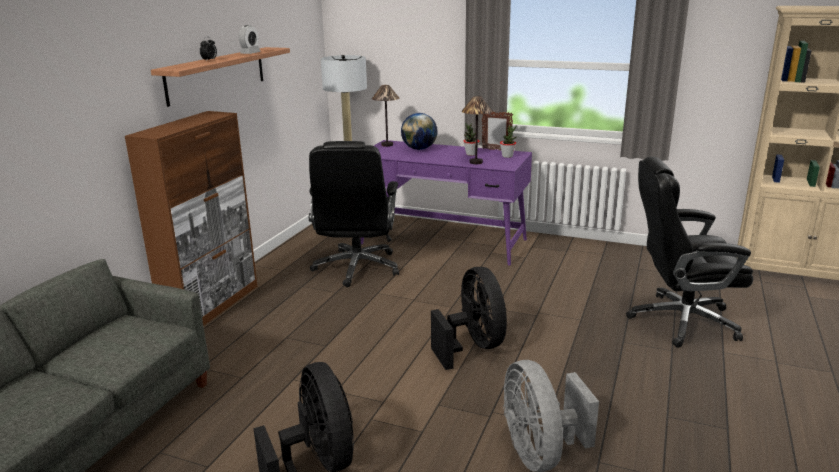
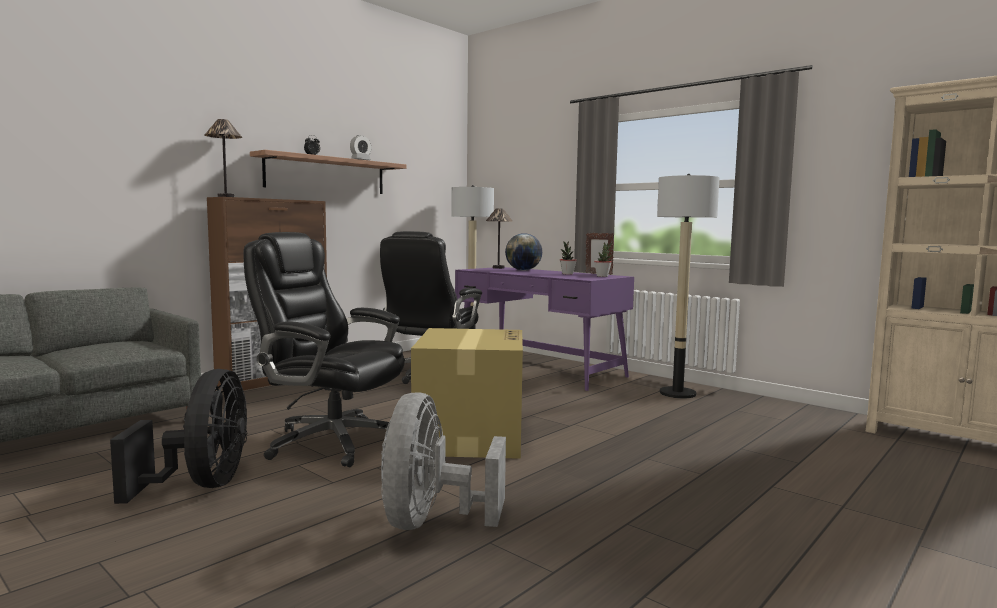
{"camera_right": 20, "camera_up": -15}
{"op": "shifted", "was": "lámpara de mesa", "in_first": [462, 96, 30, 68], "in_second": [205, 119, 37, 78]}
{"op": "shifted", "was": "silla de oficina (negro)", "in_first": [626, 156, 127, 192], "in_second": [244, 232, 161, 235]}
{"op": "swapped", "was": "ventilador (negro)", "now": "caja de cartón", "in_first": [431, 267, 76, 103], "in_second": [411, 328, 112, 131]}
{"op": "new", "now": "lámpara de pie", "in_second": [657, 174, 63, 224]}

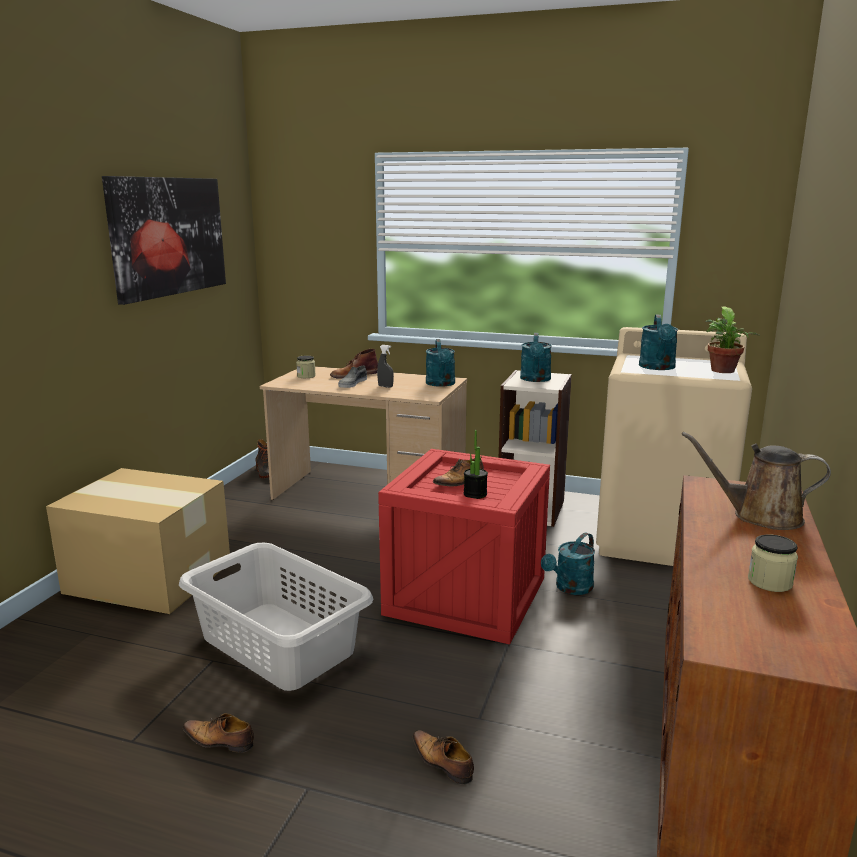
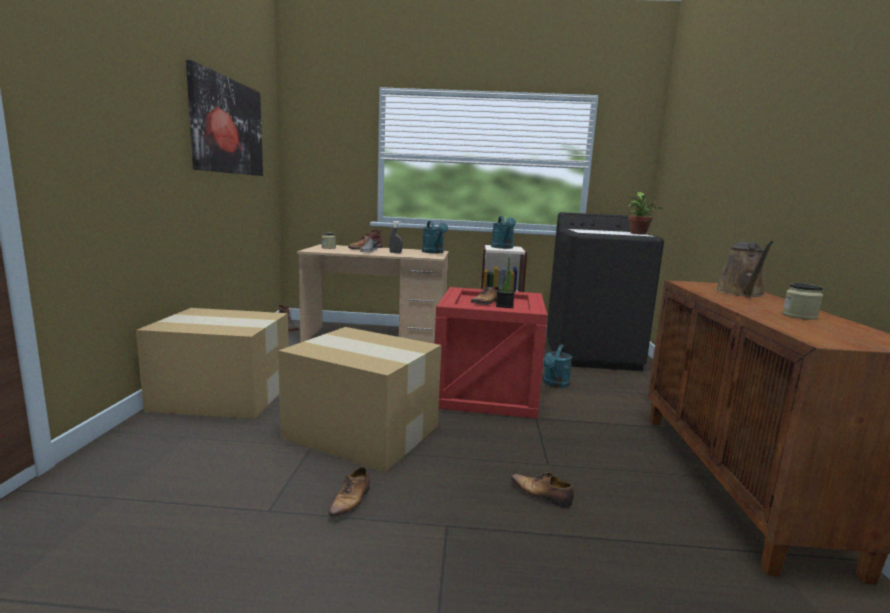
{"camera_right": -15, "camera_up": -5}
{"op": "swapped", "was": "cesto de la ropa (gris)", "now": "caja de cartón", "in_first": [179, 543, 194, 148], "in_second": [278, 327, 163, 146]}
{"op": "rotated", "was": "zapato", "in_first": [183, 713, 71, 40], "in_second": [328, 467, 42, 51], "clockwise": -75}
{"op": "repainted", "was": "lavadora (beis)", "now": "lavadora (negro)", "in_first": [596, 327, 156, 239], "in_second": [546, 212, 118, 159]}
{"op": "rotated", "was": "regadera (marrón)", "in_first": [682, 432, 149, 98], "in_second": [715, 241, 59, 56], "clockwise": -75}
{"op": "gone", "was": "regadera (turquesa)", "in_first": [639, 315, 39, 55]}

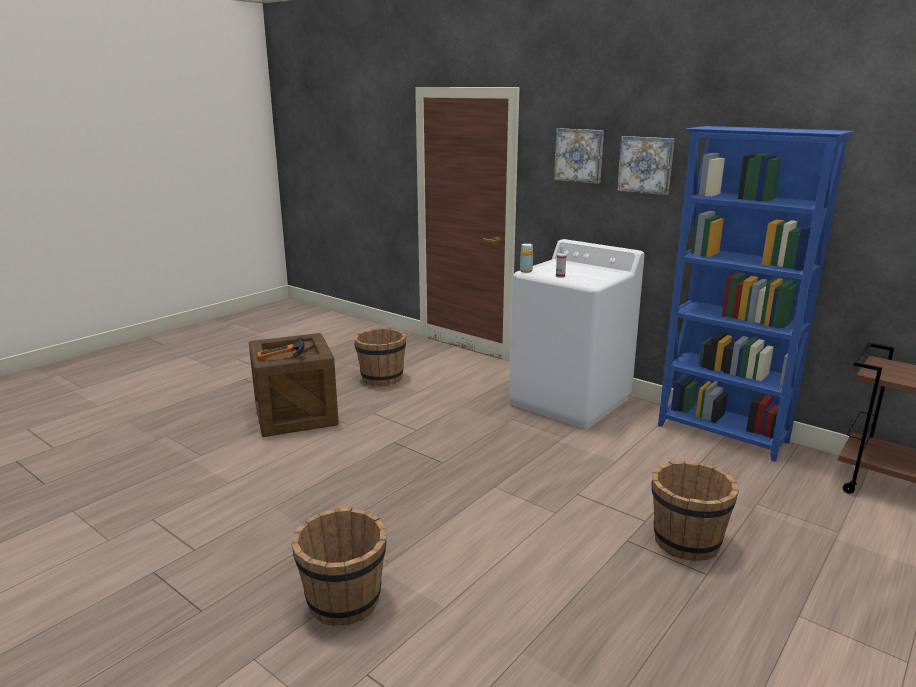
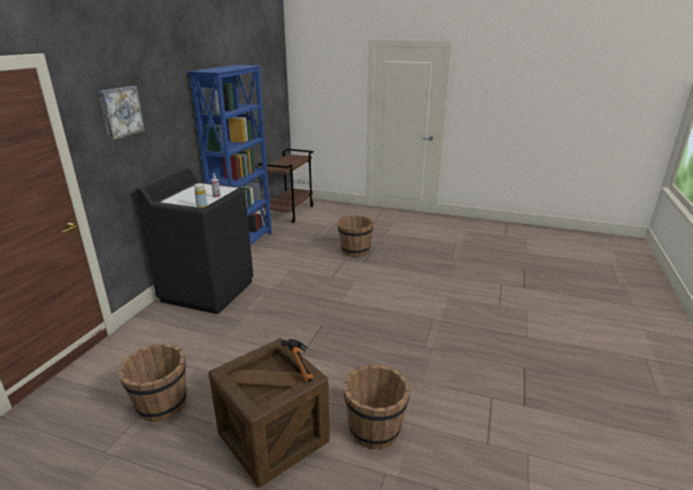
{"camera_right": -110, "camera_up": 5}
{"op": "repainted", "was": "lavadora (blanco)", "now": "lavadora (negro)", "in_first": [509, 239, 136, 190], "in_second": [135, 168, 118, 146]}
{"op": "shifted", "was": "cubo (marrón)", "in_first": [291, 507, 96, 119], "in_second": [344, 365, 67, 85]}
{"op": "gone", "was": "cuadro", "in_first": [617, 136, 58, 59]}

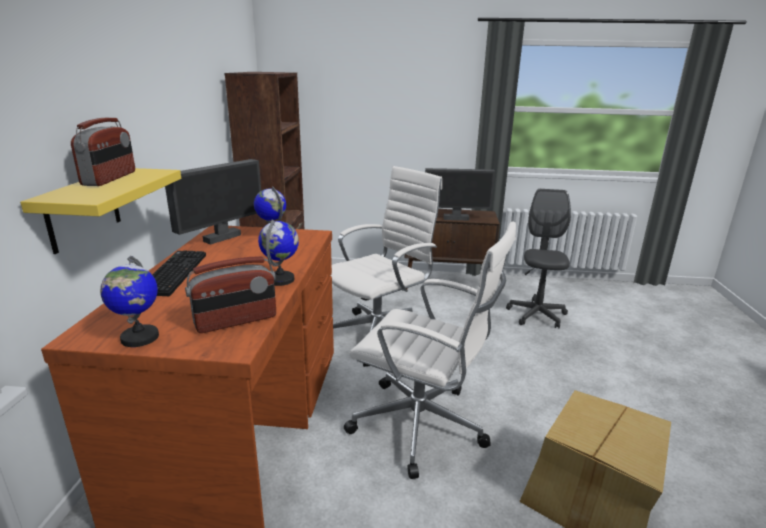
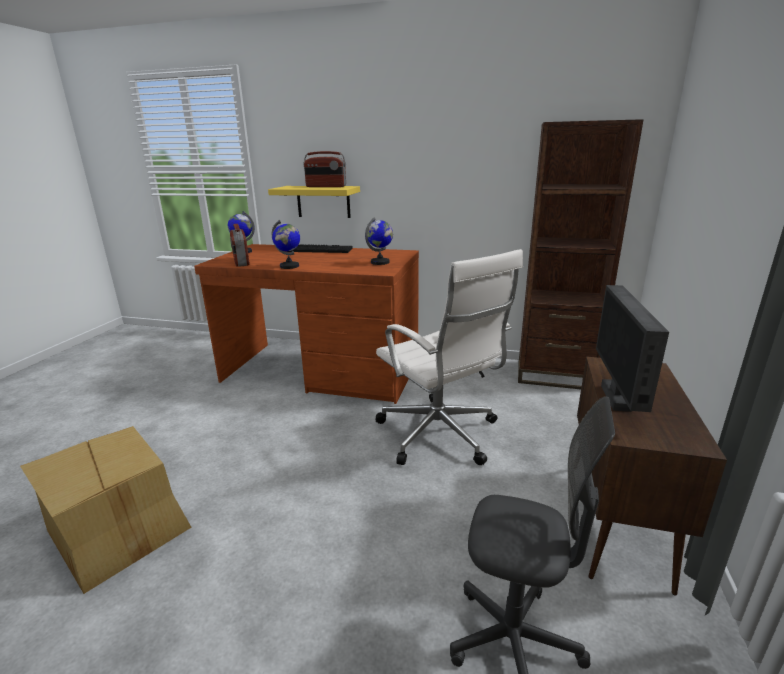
{"camera_right": 100, "camera_up": 0}
{"op": "gone", "was": "monitor", "in_first": [165, 159, 96, 86]}
{"op": "gone", "was": "silla de oficina (blanco)", "in_first": [344, 221, 172, 258]}

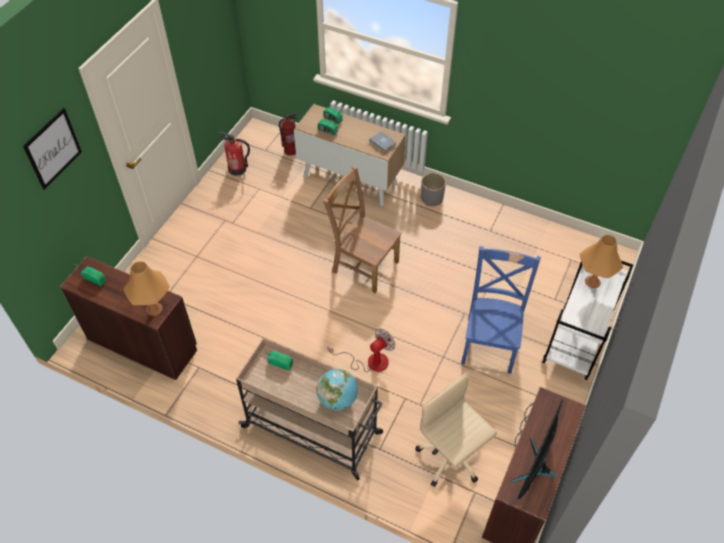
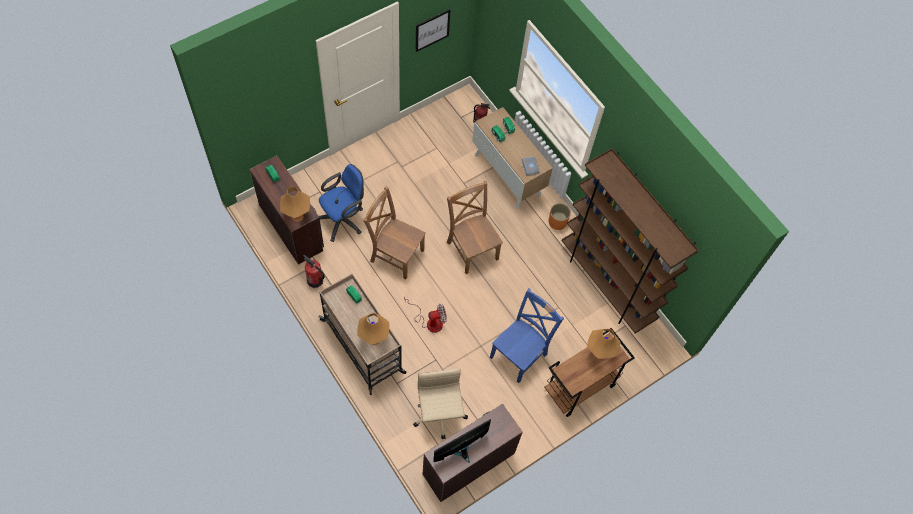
{"camera_right": 25, "camera_up": 10}
{"op": "shifted", "was": "extintor", "in_first": [220, 132, 30, 44], "in_second": [303, 255, 22, 33]}
{"op": "new", "now": "silla de oficina (azul)", "in_second": [319, 164, 45, 78]}
{"op": "swapped", "was": "globo terráqueo", "now": "lámpara de mesa (naranja)", "in_first": [316, 369, 42, 42], "in_second": [357, 313, 32, 32]}
{"op": "new", "now": "silla (marrón)", "in_second": [363, 186, 63, 93]}
{"op": "shifted", "was": "cuadro", "in_first": [23, 108, 59, 82], "in_second": [416, 9, 34, 43]}
{"op": "repainted", "was": "carrito (blanco)", "now": "carrito (marrón)", "in_first": [543, 261, 90, 119], "in_second": [544, 328, 91, 89]}
{"op": "repainted", "was": "maceta (gris)", "now": "maceta (naranja)", "in_first": [421, 173, 25, 33], "in_second": [549, 203, 22, 27]}
{"op": "new", "now": "estantería (marrón)", "in_second": [562, 148, 137, 186]}

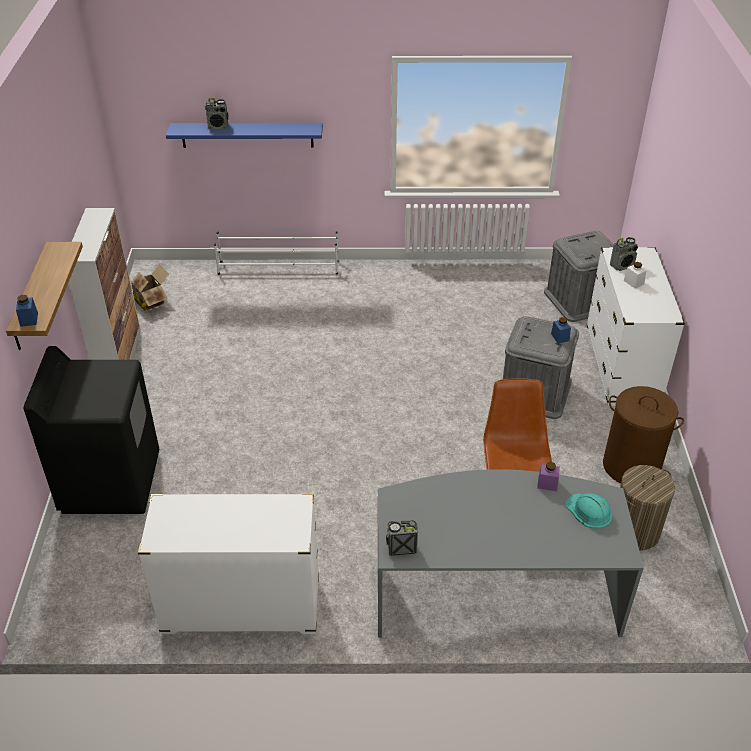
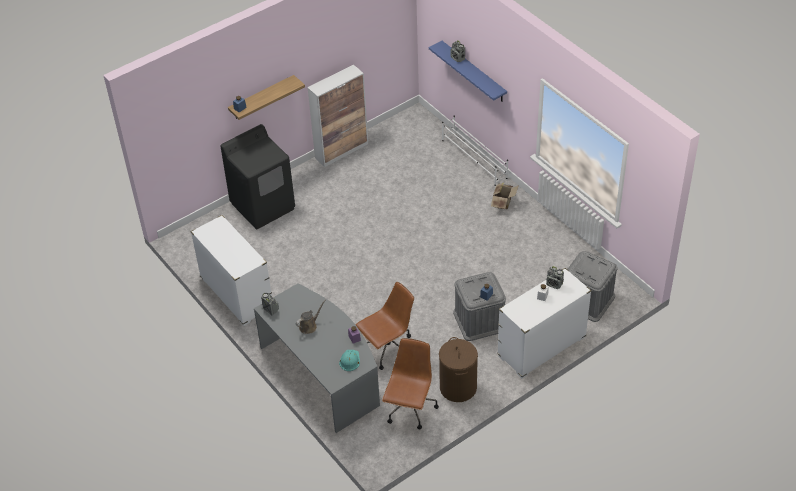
{"camera_right": 55, "camera_up": 5}
{"op": "new", "now": "regadera (marrón)", "in_second": [296, 299, 30, 35]}
{"op": "swapped", "was": "cesto de la ropa", "now": "silla de oficina (marrón)", "in_first": [620, 465, 55, 85], "in_second": [382, 338, 57, 92]}
{"op": "shifted", "was": "caja de cartón", "in_first": [131, 264, 38, 47], "in_second": [491, 182, 28, 28]}

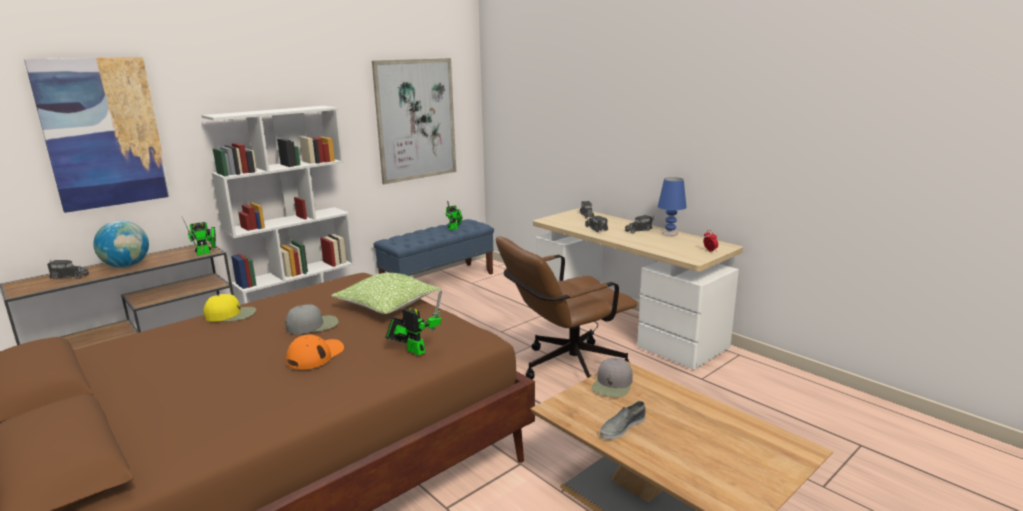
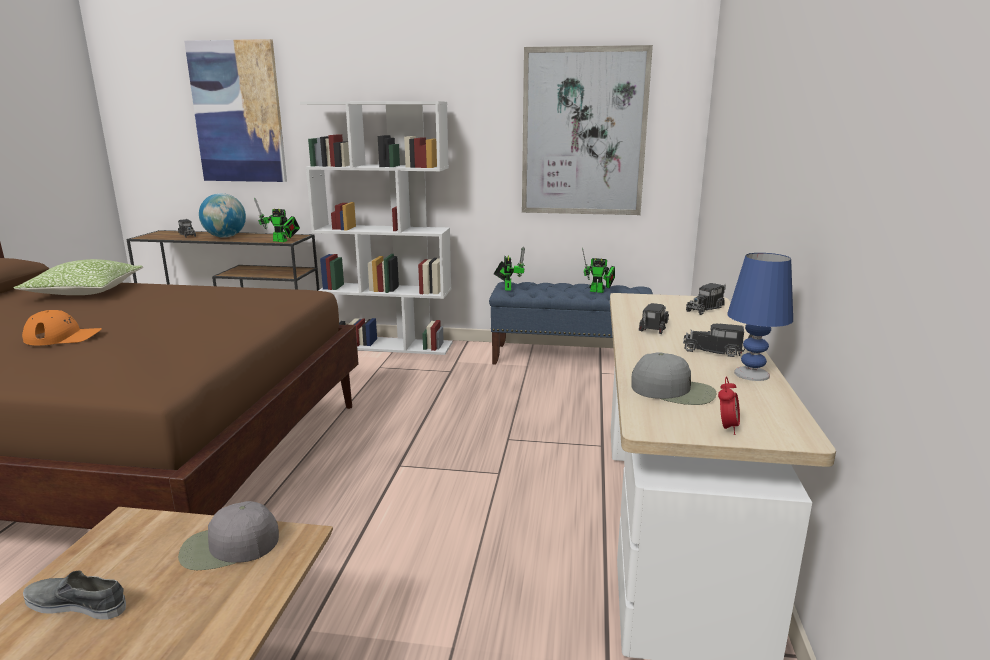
{"camera_right": 50, "camera_up": 0}
{"op": "shifted", "was": "cojín", "in_first": [331, 273, 110, 41], "in_second": [13, 259, 130, 36]}
{"op": "shifted", "was": "robot de juguete", "in_first": [385, 290, 57, 65], "in_second": [494, 246, 31, 44]}
{"op": "shifted", "was": "gorra (gris)", "in_first": [285, 304, 54, 31], "in_second": [631, 353, 85, 52]}
{"op": "gone", "was": "gorra (amarillo)", "in_first": [203, 294, 53, 28]}
{"op": "gone", "was": "silla de oficina (marrón)", "in_first": [496, 236, 141, 143]}

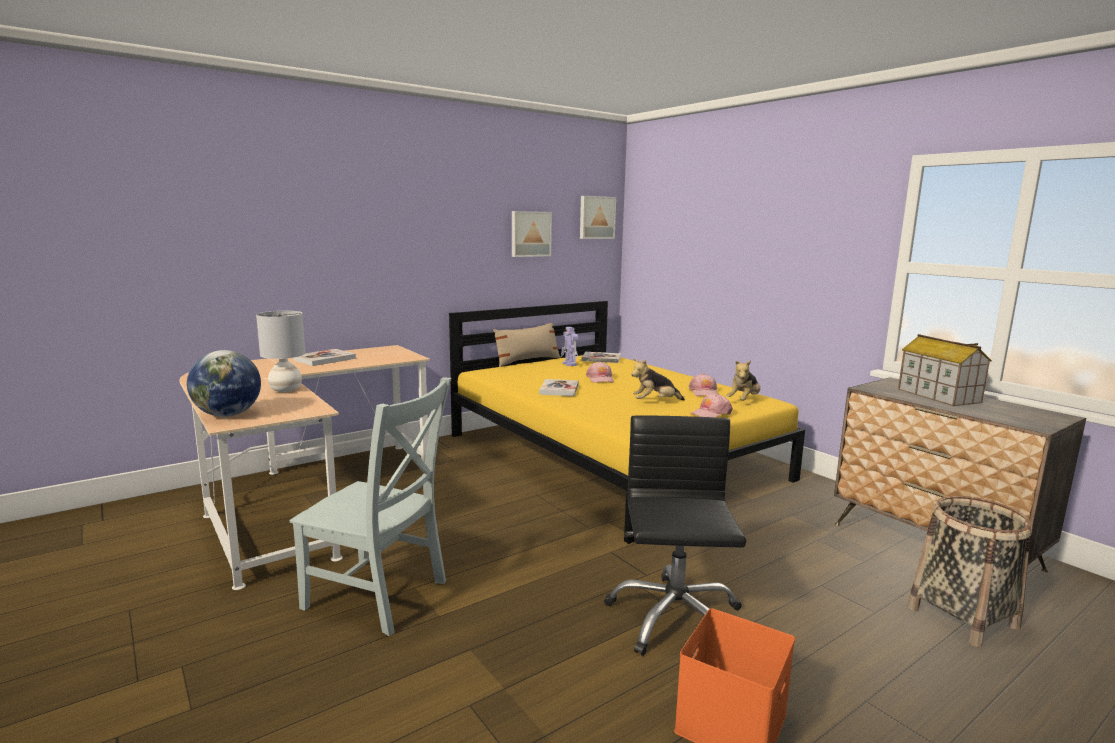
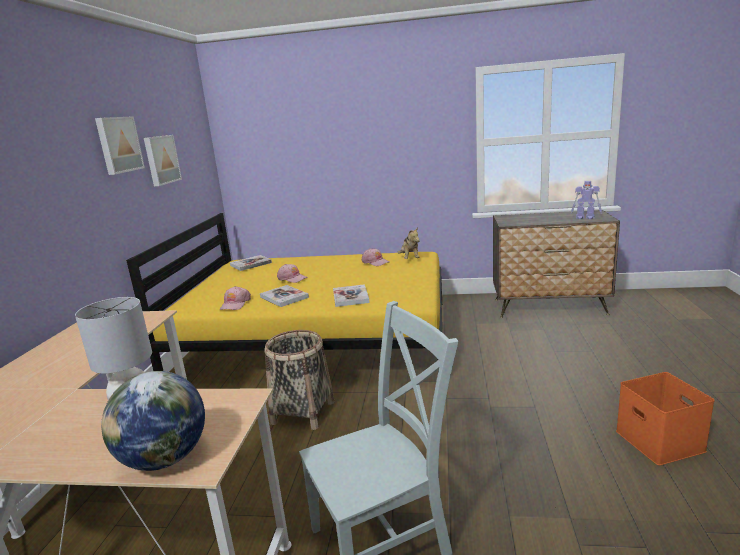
{"camera_right": -45, "camera_up": 5}
{"op": "shifted", "was": "cuadro", "in_first": [580, 196, 36, 43], "in_second": [95, 116, 50, 59]}
{"op": "shifted", "was": "gorra (rosa)", "in_first": [691, 393, 41, 24], "in_second": [220, 286, 31, 24]}
{"op": "shifted", "was": "cesta", "in_first": [908, 496, 124, 151], "in_second": [265, 330, 70, 100]}
{"op": "shifted", "was": "libro", "in_first": [293, 349, 63, 17], "in_second": [333, 284, 37, 23]}
{"op": "shifted", "was": "robot de juguete", "in_first": [561, 327, 17, 39], "in_second": [571, 181, 31, 38]}
{"op": "gone", "was": "cojín (beis)", "in_first": [493, 322, 68, 45]}
{"op": "gone", "was": "silla de oficina (negro)", "in_first": [604, 416, 142, 240]}
{"op": "gone", "was": "peluche", "in_first": [631, 359, 54, 41]}
{"op": "gone", "was": "casita", "in_first": [898, 334, 94, 72]}

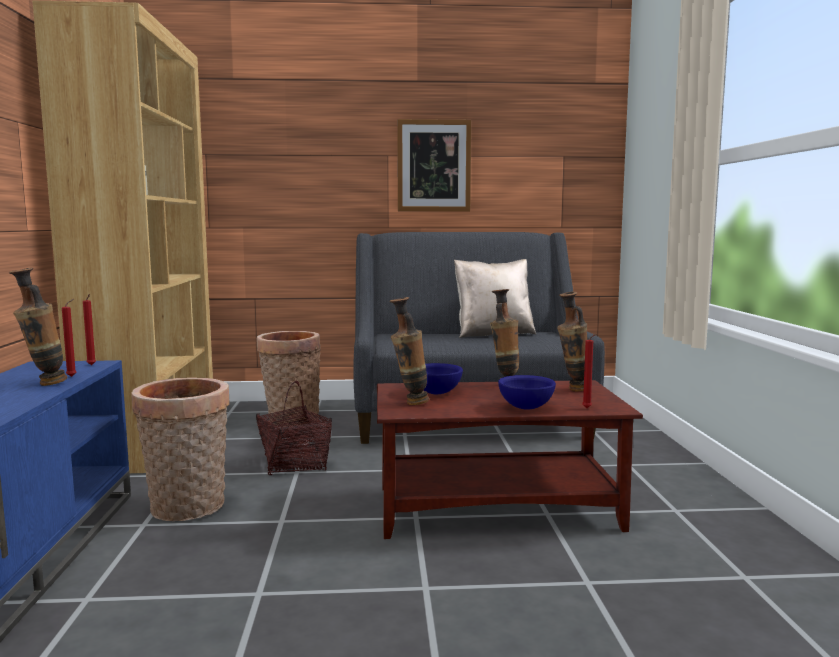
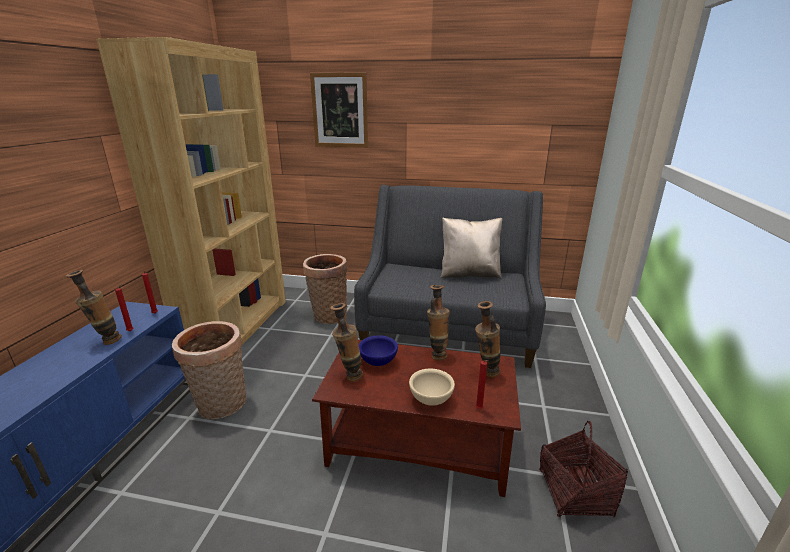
{"camera_right": 15, "camera_up": 15}
{"op": "shifted", "was": "cuadro", "in_first": [397, 119, 74, 92], "in_second": [310, 72, 58, 76]}
{"op": "repainted", "was": "cuenco (azul)", "now": "cuenco (beis)", "in_first": [498, 375, 58, 35], "in_second": [409, 369, 46, 37]}
{"op": "shifted", "was": "cesta", "in_first": [256, 381, 76, 94], "in_second": [540, 421, 88, 96]}

